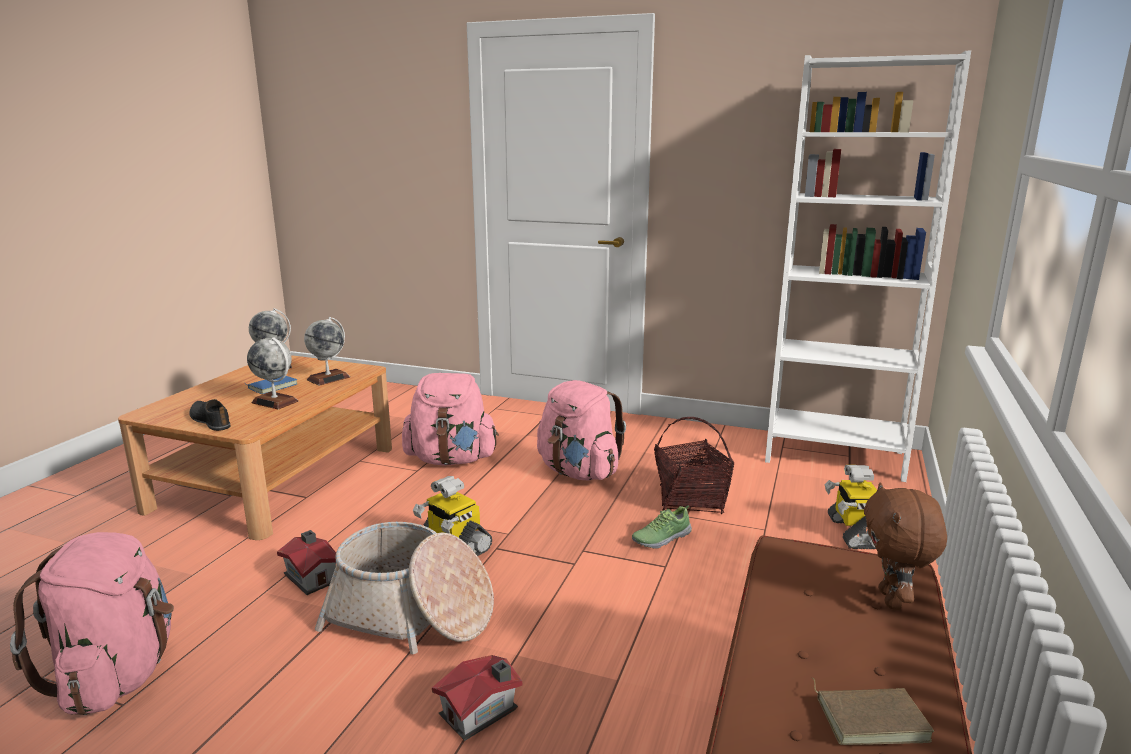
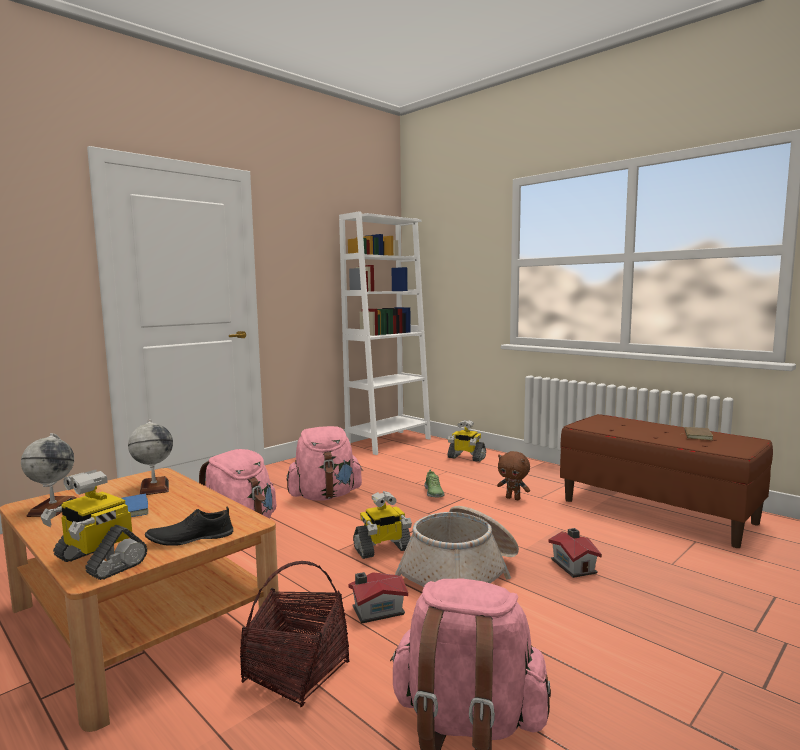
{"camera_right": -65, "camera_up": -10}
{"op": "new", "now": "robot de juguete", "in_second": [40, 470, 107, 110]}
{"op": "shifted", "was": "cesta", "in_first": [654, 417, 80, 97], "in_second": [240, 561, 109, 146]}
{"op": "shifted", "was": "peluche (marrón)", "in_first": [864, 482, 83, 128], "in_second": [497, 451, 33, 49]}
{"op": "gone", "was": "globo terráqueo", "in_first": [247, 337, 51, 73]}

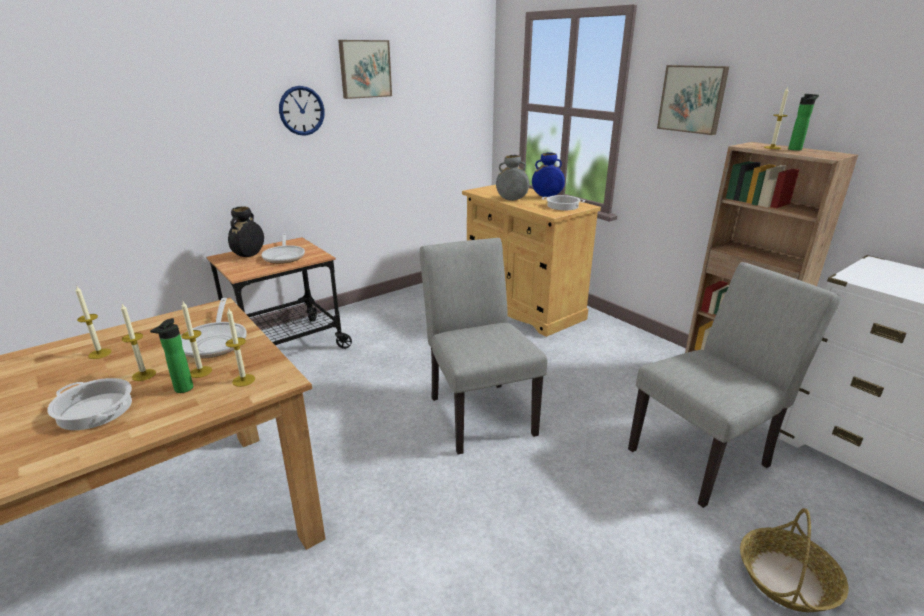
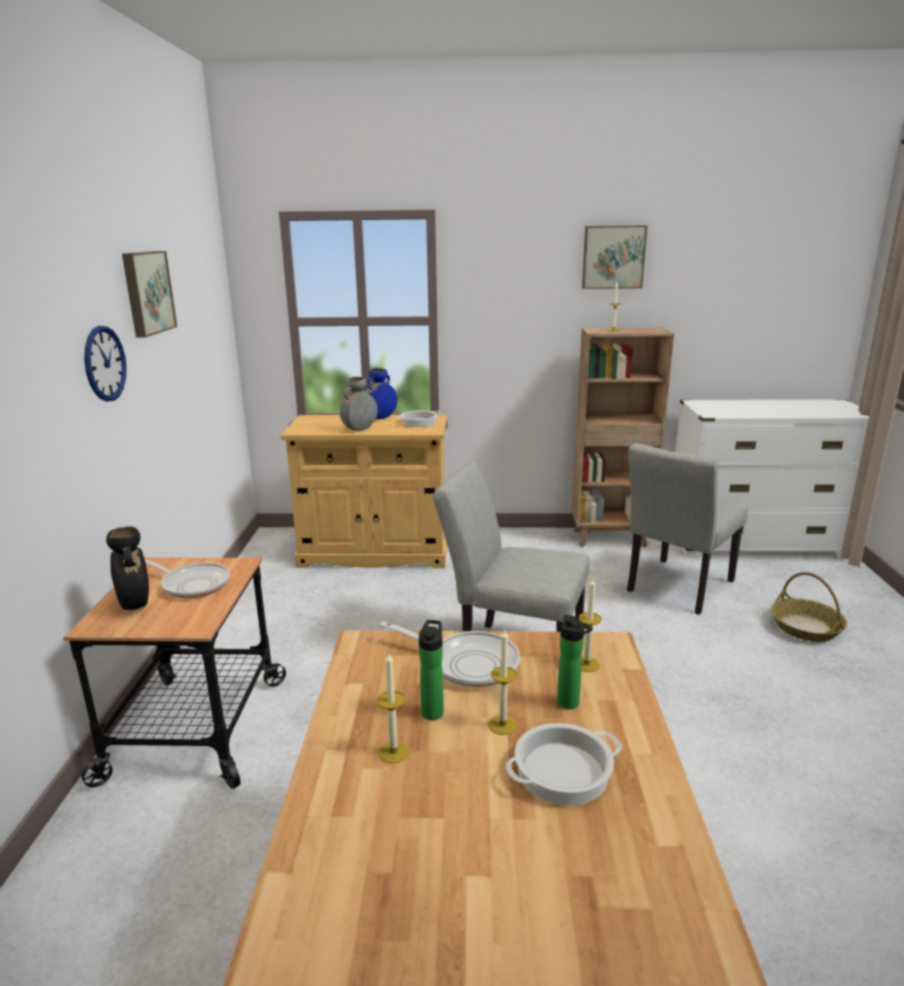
{"camera_right": -50, "camera_up": -5}
{"op": "shifted", "was": "botella", "in_first": [788, 94, 31, 57], "in_second": [419, 620, 25, 100]}
{"op": "shifted", "was": "cuadro", "in_first": [657, 65, 72, 70], "in_second": [582, 226, 65, 63]}
{"op": "rotated", "was": "silla (gris)", "in_first": [628, 262, 212, 246], "in_second": [627, 443, 121, 172], "clockwise": -150}
{"op": "gone", "was": "vela", "in_first": [181, 301, 31, 77]}

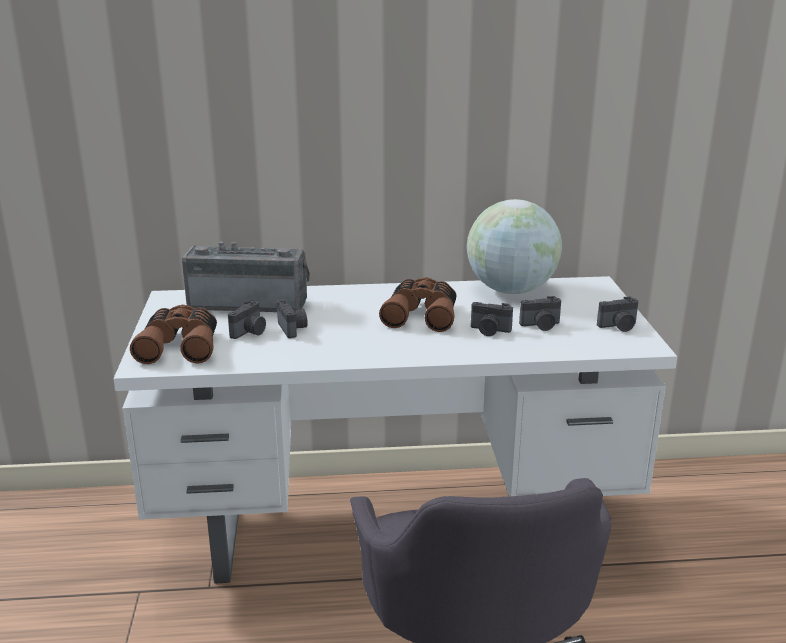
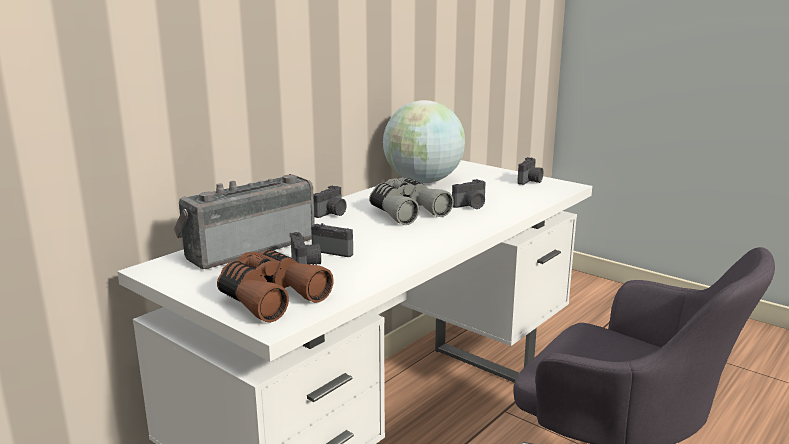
{"camera_right": -45, "camera_up": -5}
{"op": "shifted", "was": "cámara", "in_first": [519, 296, 42, 35], "in_second": [313, 185, 34, 33]}
{"op": "repainted", "was": "prismáticos (marrón)", "now": "prismáticos (gris)", "in_first": [379, 277, 77, 55], "in_second": [369, 178, 85, 47]}

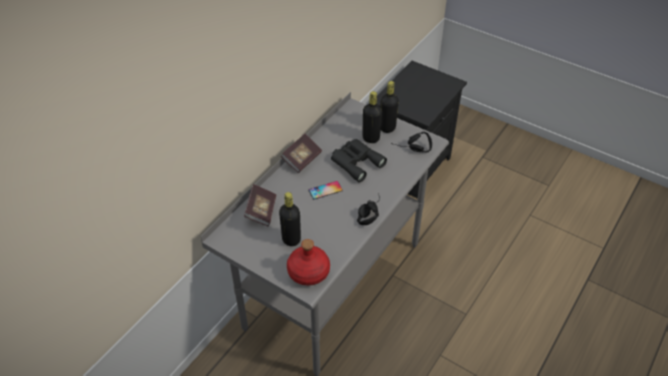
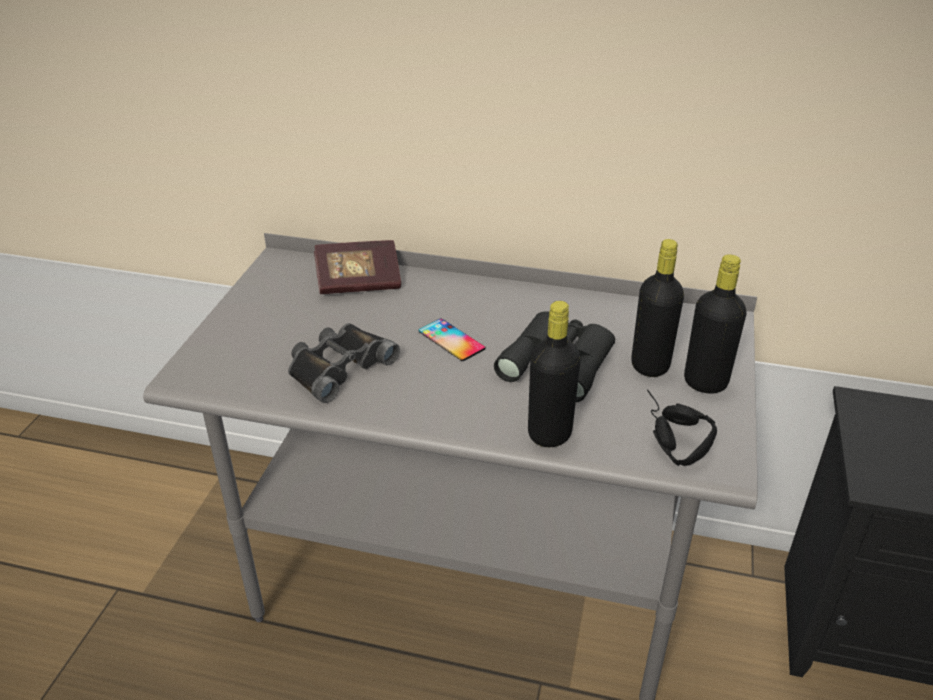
{"camera_right": 70, "camera_up": -10}
{"op": "new", "now": "prismáticos (negro)", "in_second": [288, 323, 112, 80]}
{"op": "shifted", "was": "botella (negro)", "in_first": [279, 192, 22, 54], "in_second": [528, 301, 53, 146]}
{"op": "gone", "was": "libro", "in_first": [281, 134, 41, 39]}
{"op": "gone", "was": "botella (rojo)", "in_first": [287, 239, 43, 47]}
{"op": "gone", "was": "auriculares (negro)", "in_first": [357, 193, 23, 32]}

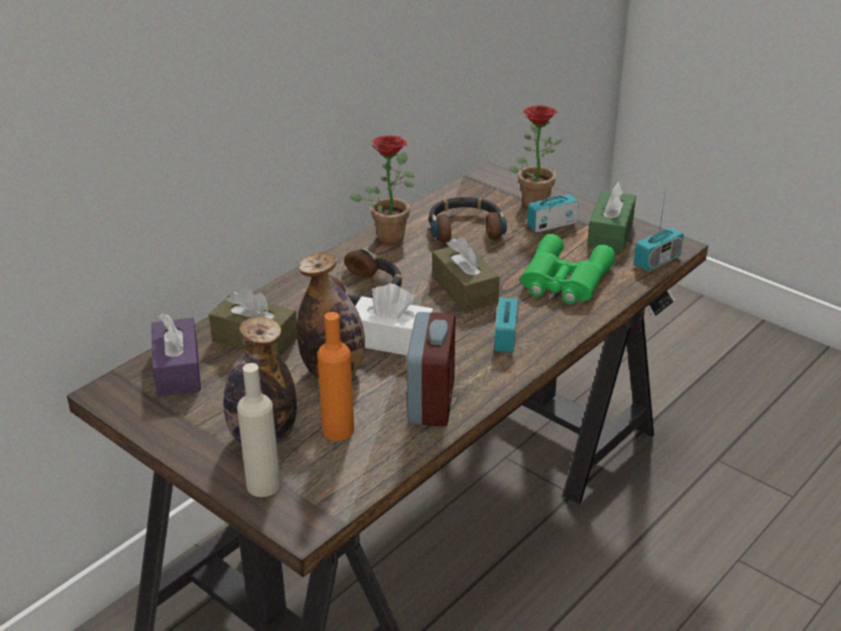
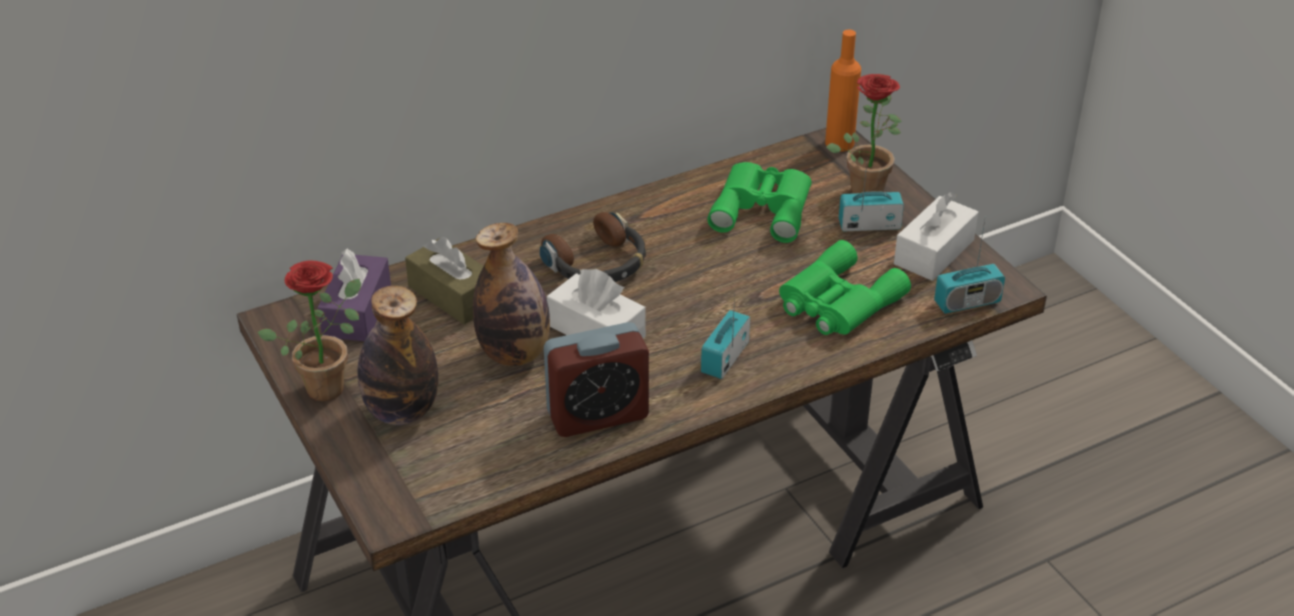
{"camera_right": 20, "camera_up": 5}
{"op": "shifted", "was": "planta en maceta", "in_first": [350, 135, 65, 109], "in_second": [257, 261, 104, 140]}
{"op": "rotated", "was": "despertador", "in_first": [407, 312, 48, 114], "in_second": [544, 322, 105, 115], "clockwise": 45}
{"op": "swapped", "was": "auriculares", "now": "prismáticos (verde)", "in_first": [429, 197, 78, 45], "in_second": [707, 162, 105, 81]}
{"op": "shifted", "was": "botella (naranja)", "in_first": [317, 312, 37, 129], "in_second": [825, 30, 36, 122]}
{"op": "repainted", "was": "caja de pañuelos (verde)", "now": "caja de pañuelos (blanco)", "in_first": [587, 182, 49, 70], "in_second": [894, 192, 84, 89]}
{"op": "gone", "was": "botella (beis)", "in_first": [237, 363, 43, 134]}
{"op": "gone", "was": "caja de pañuelos (marrón)", "in_first": [432, 237, 68, 75]}

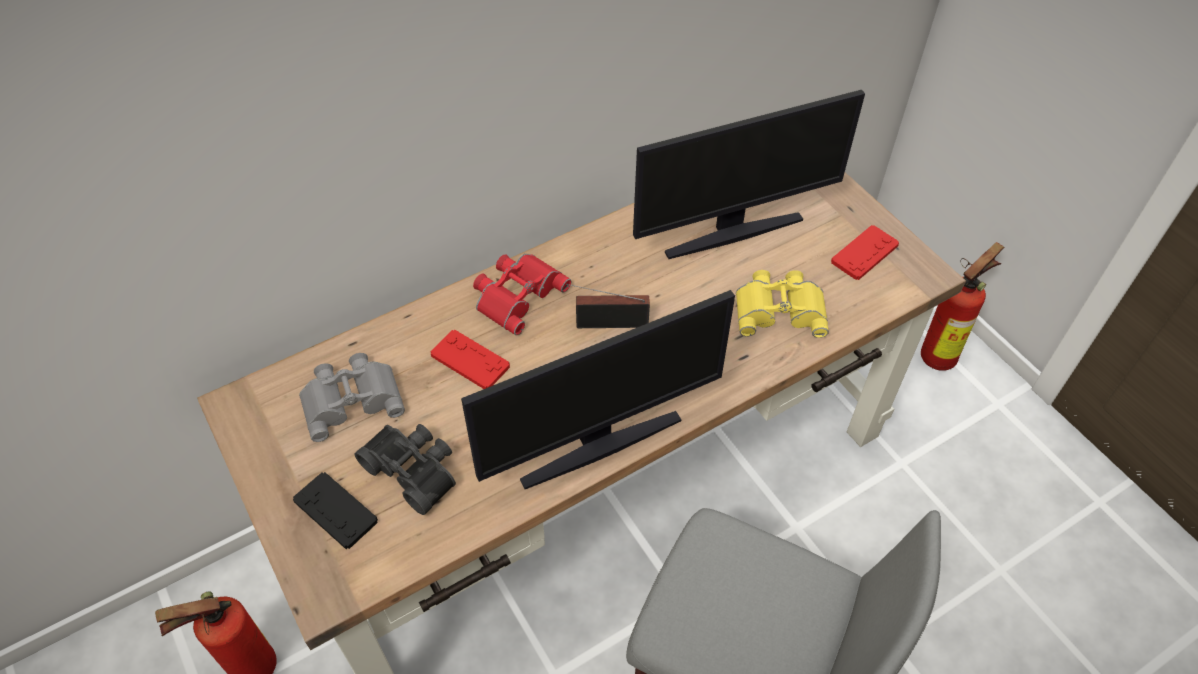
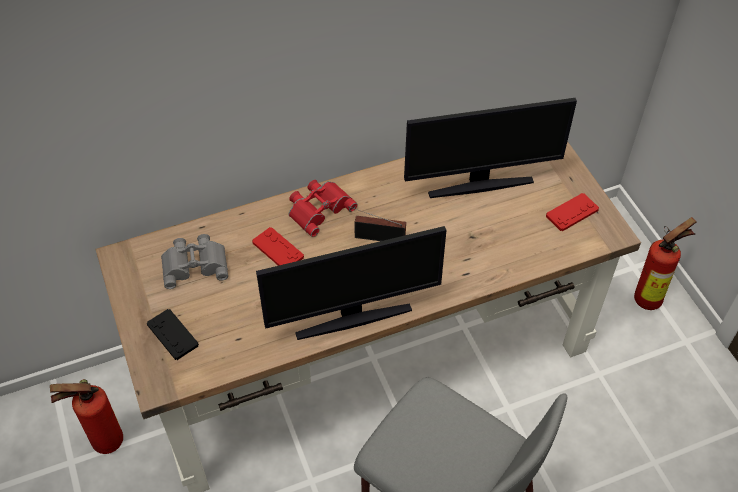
{"camera_right": 10, "camera_up": 0}
{"op": "gone", "was": "prismáticos (negro)", "in_first": [355, 424, 101, 91]}
{"op": "gone", "was": "prismáticos (amarillo)", "in_first": [736, 270, 93, 68]}

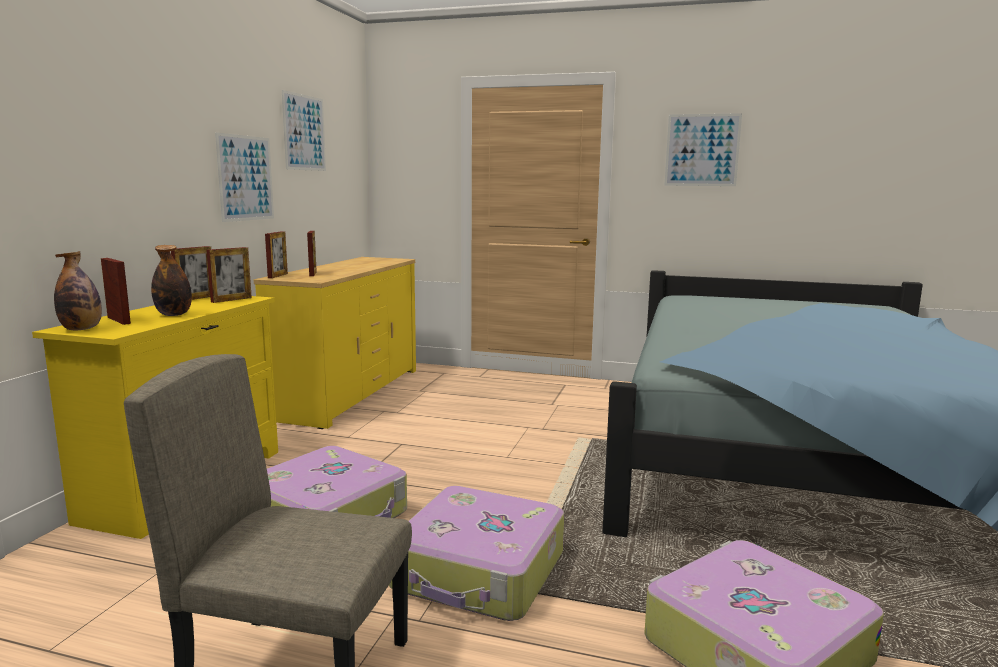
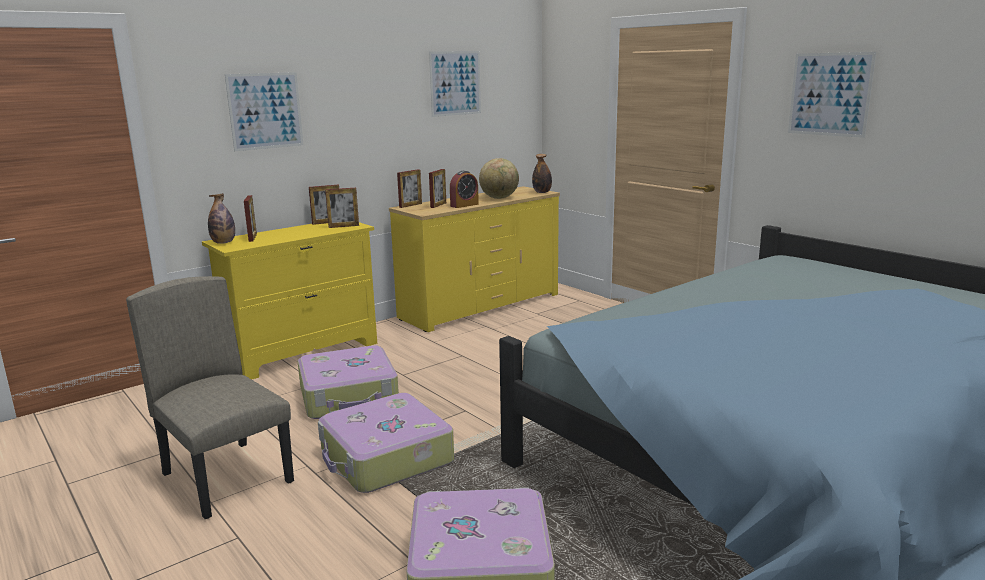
{"camera_right": 35, "camera_up": 5}
{"op": "shifted", "was": "cuadro", "in_first": [215, 132, 59, 90], "in_second": [225, 72, 78, 79]}
{"op": "new", "now": "despertador", "in_second": [450, 171, 29, 37]}
{"op": "new", "now": "globo terráqueo", "in_second": [479, 158, 40, 41]}
{"op": "shifted", "was": "botella", "in_first": [151, 245, 41, 71], "in_second": [532, 154, 20, 39]}

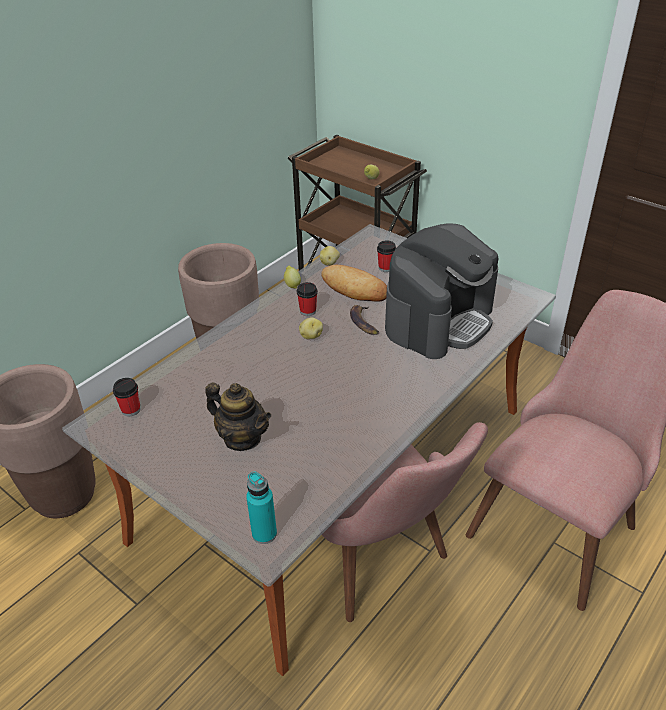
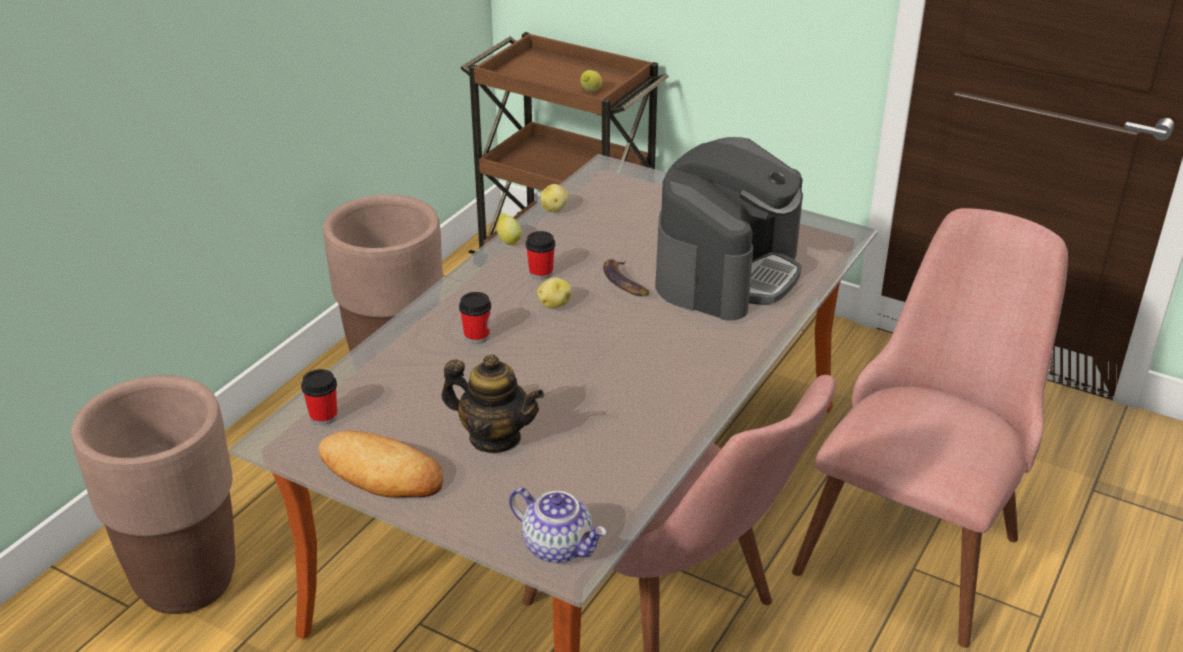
{"camera_right": -10, "camera_up": -5}
{"op": "shifted", "was": "pan", "in_first": [321, 265, 66, 37], "in_second": [319, 431, 124, 67]}
{"op": "shifted", "was": "taza", "in_first": [377, 241, 19, 31], "in_second": [459, 292, 32, 52]}
{"op": "swapped", "was": "botella (turquesa)", "now": "tetera", "in_first": [246, 471, 31, 73], "in_second": [509, 488, 98, 75]}

